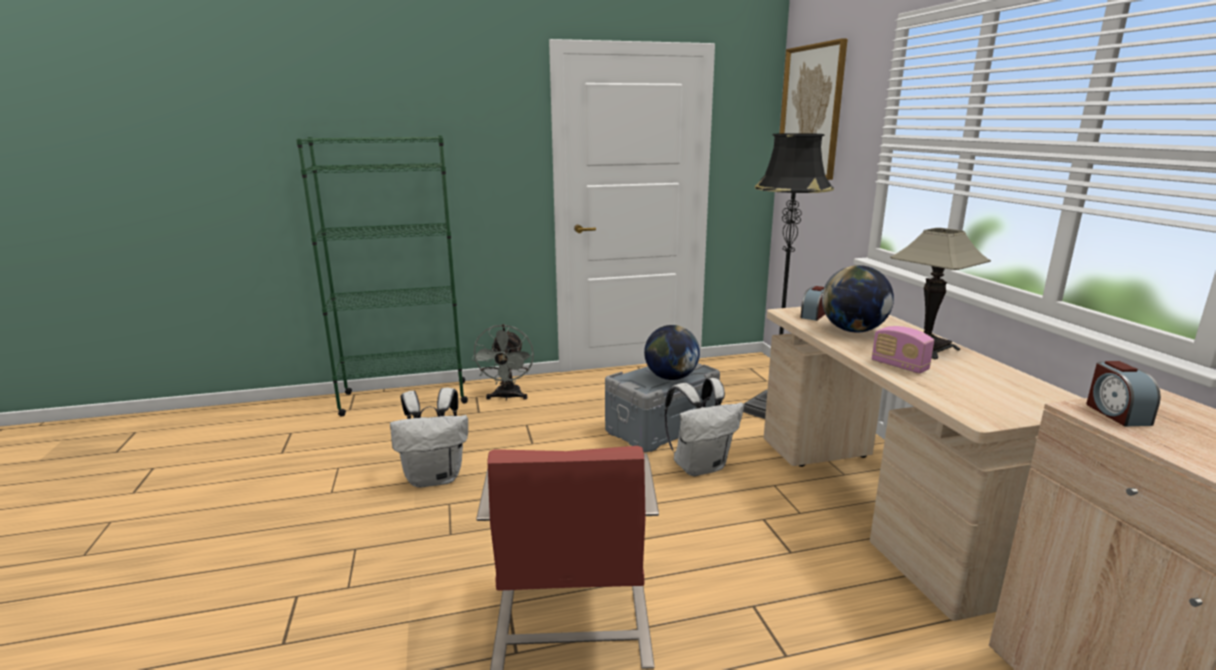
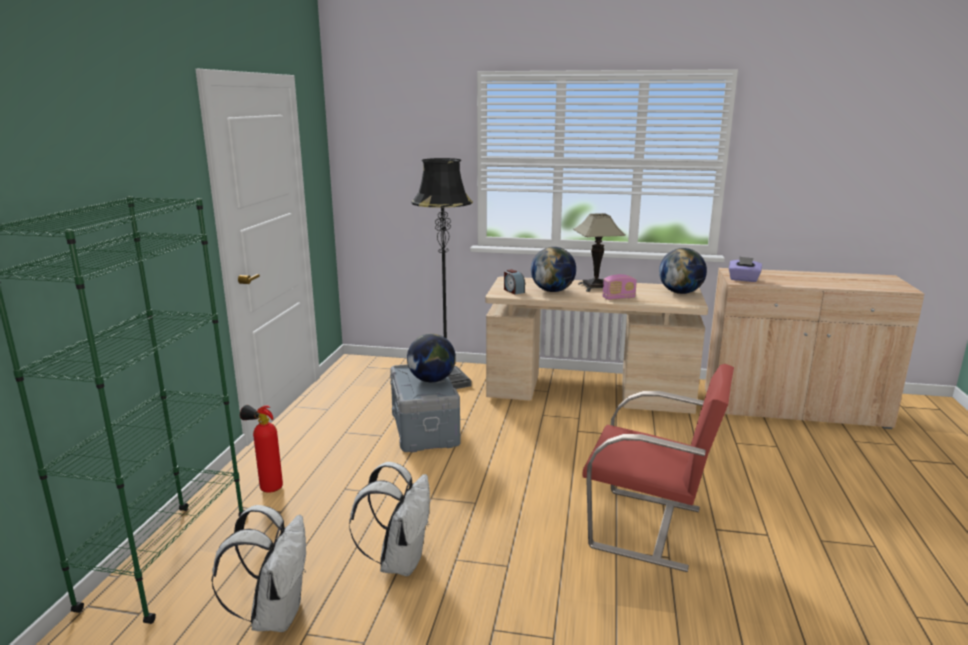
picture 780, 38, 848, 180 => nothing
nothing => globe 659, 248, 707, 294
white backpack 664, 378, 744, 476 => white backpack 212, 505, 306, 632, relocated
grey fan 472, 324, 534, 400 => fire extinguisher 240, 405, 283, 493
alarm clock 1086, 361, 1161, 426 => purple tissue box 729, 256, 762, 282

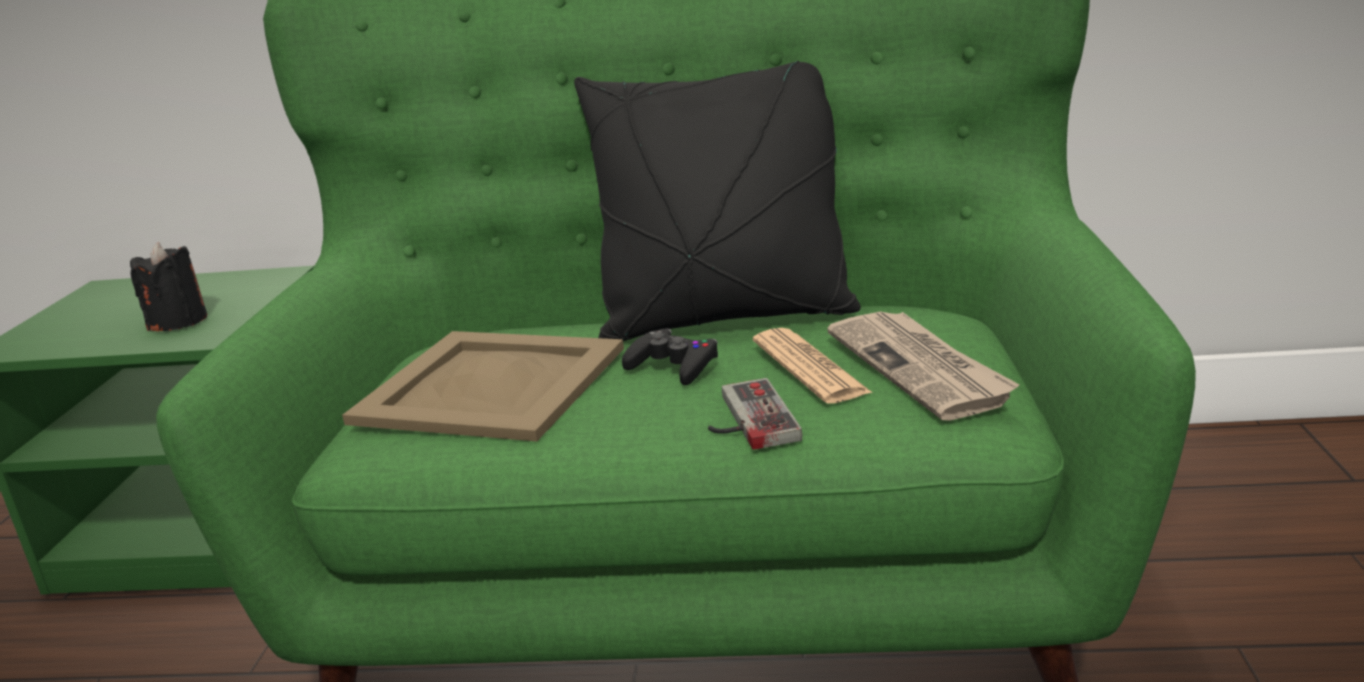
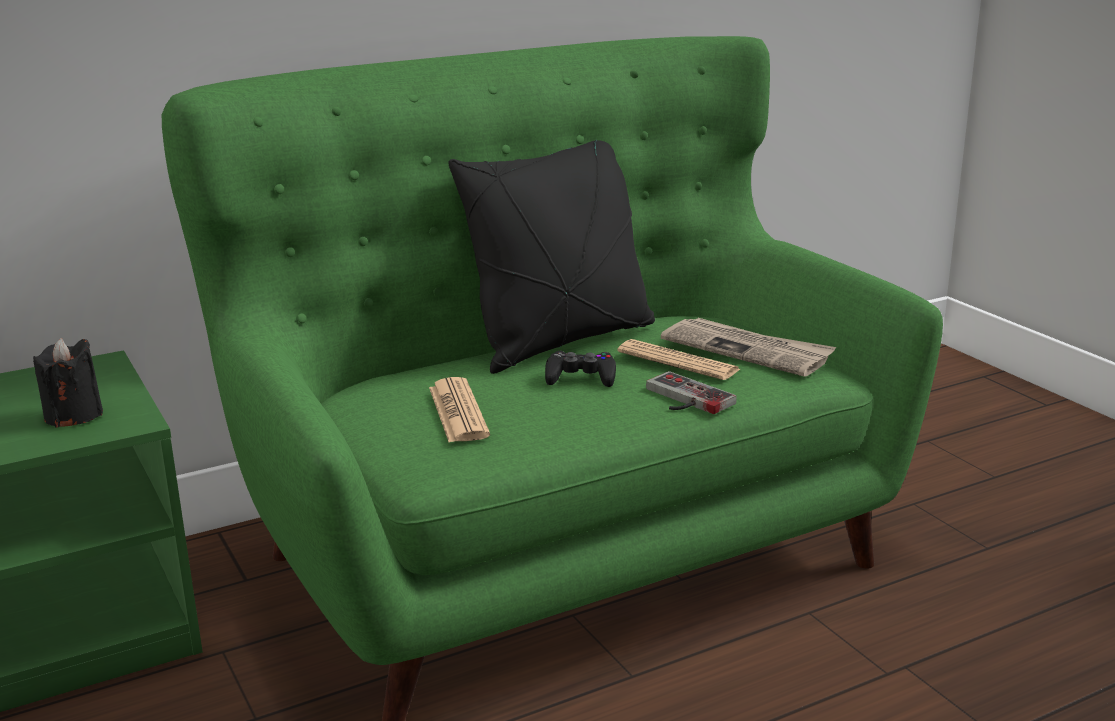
beige tray 342, 331, 624, 442 => newspaper 429, 377, 490, 443

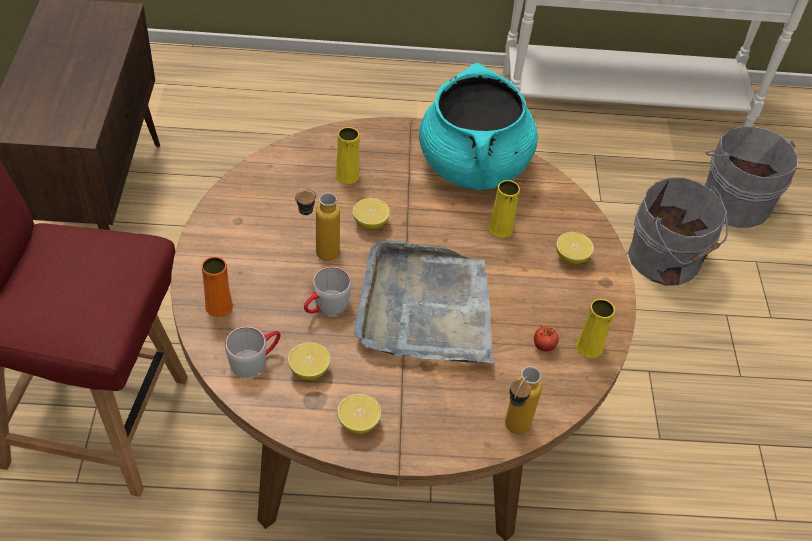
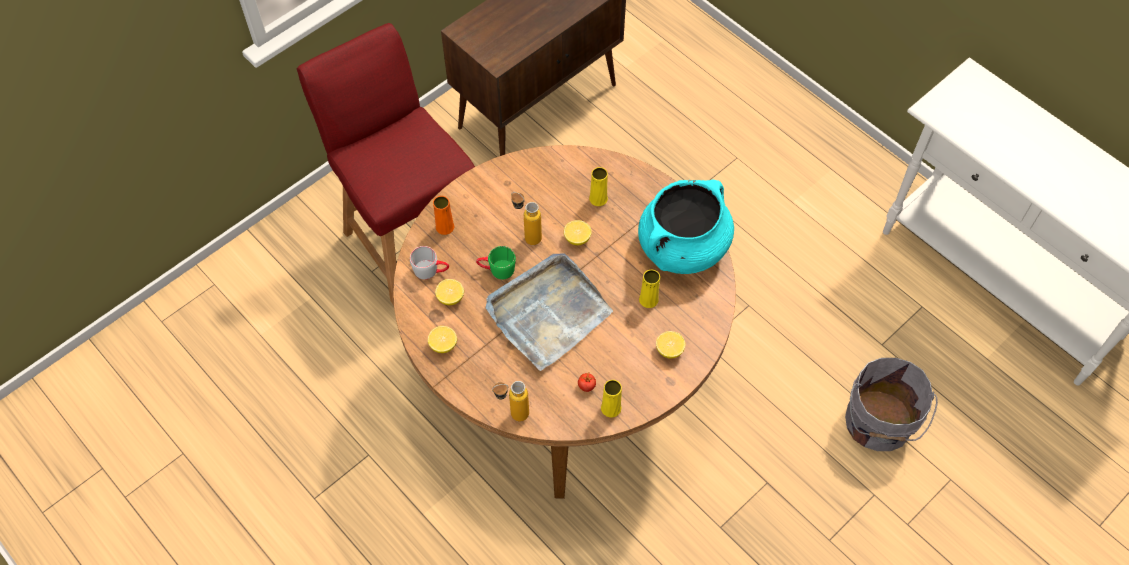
grey bucket 705, 127, 798, 228 => nothing
grey mug 304, 267, 351, 315 => green mug 476, 246, 516, 279

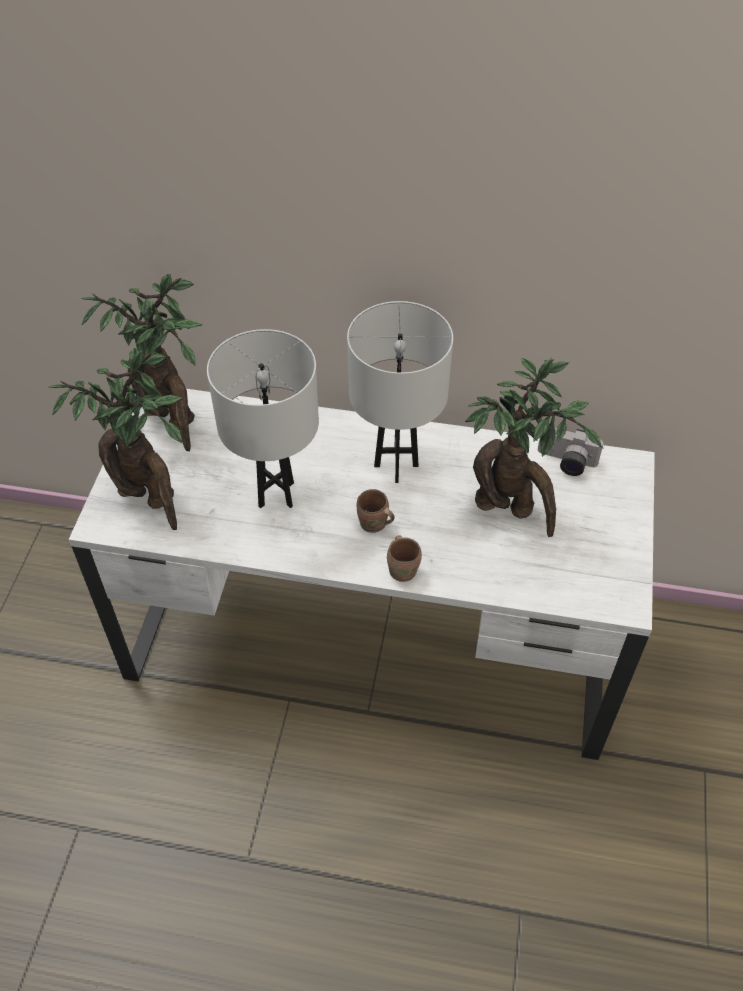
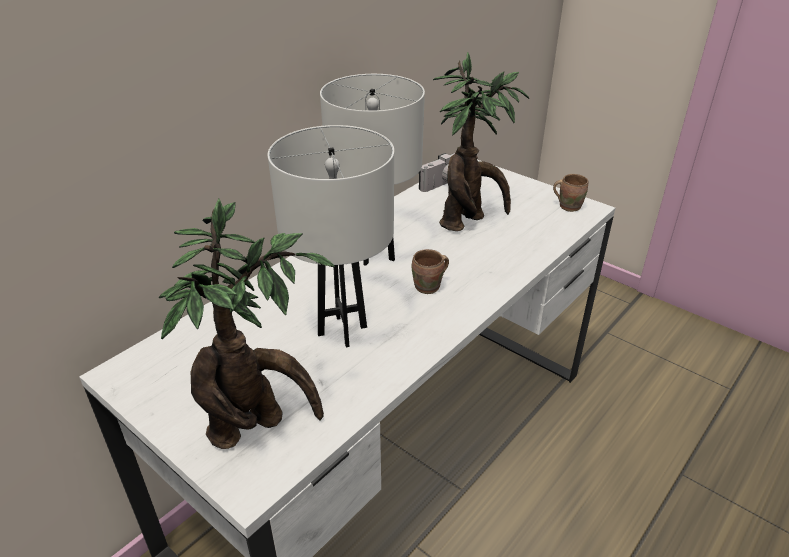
potted plant 82, 274, 202, 451 => nothing
brown mug 387, 535, 422, 582 => brown mug 553, 174, 588, 212, relocated

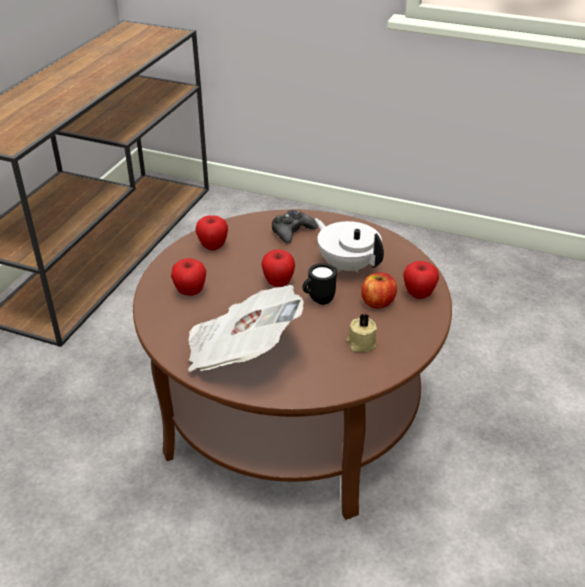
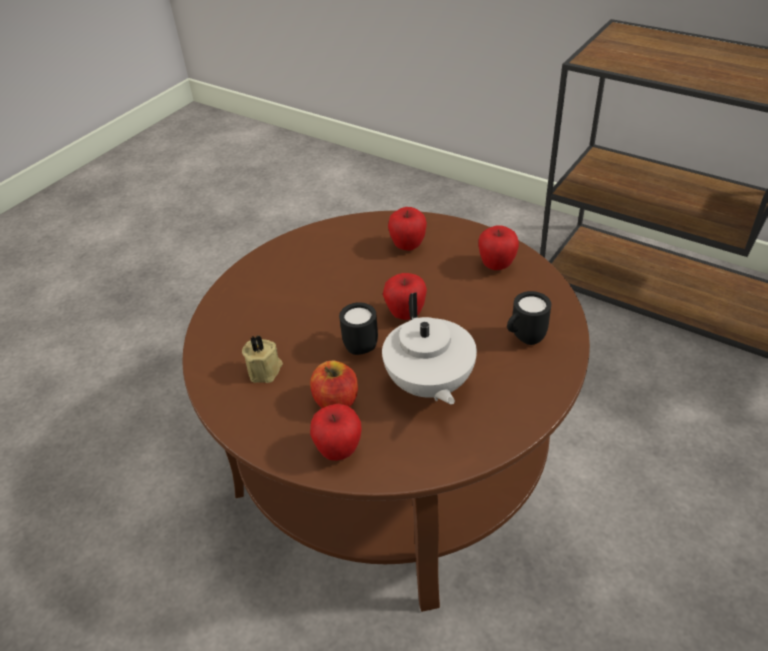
newspaper 188, 285, 304, 372 => nothing
black game controller 272, 209, 318, 244 => black mug 507, 291, 551, 345
white teapot 315, 218, 384, 273 => white teapot 382, 293, 477, 404, 105 degrees clockwise

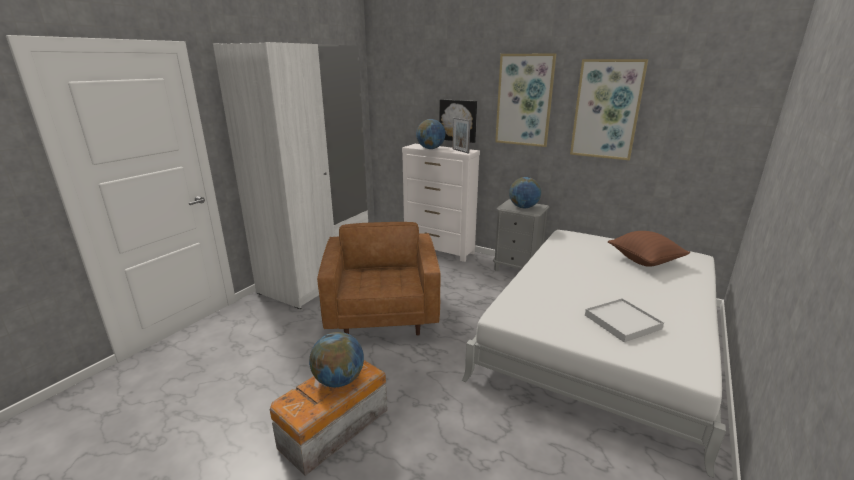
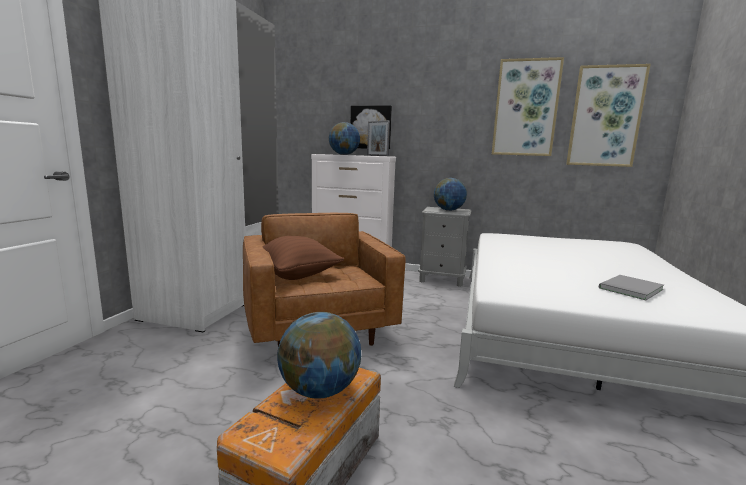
picture 495, 53, 556, 147 => picture 566, 64, 651, 167, relocated
brown pillow 608, 231, 690, 267 => brown pillow 263, 236, 344, 280, relocated
white tray 585, 298, 664, 342 => grey book 599, 275, 664, 300

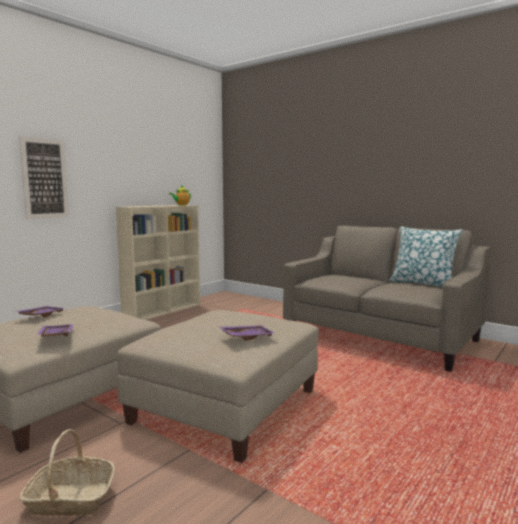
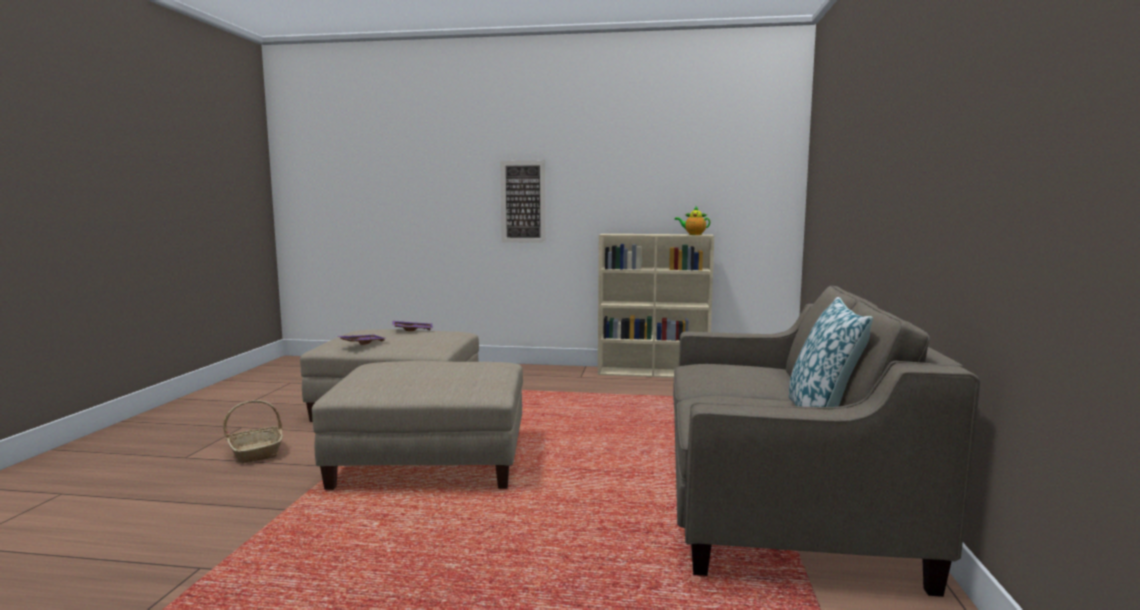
purple tray 219, 325, 276, 340 => nothing

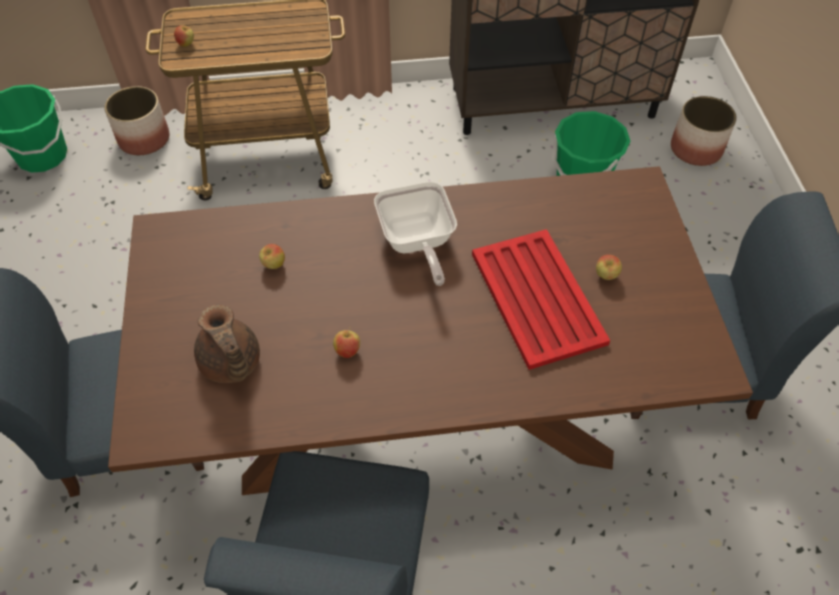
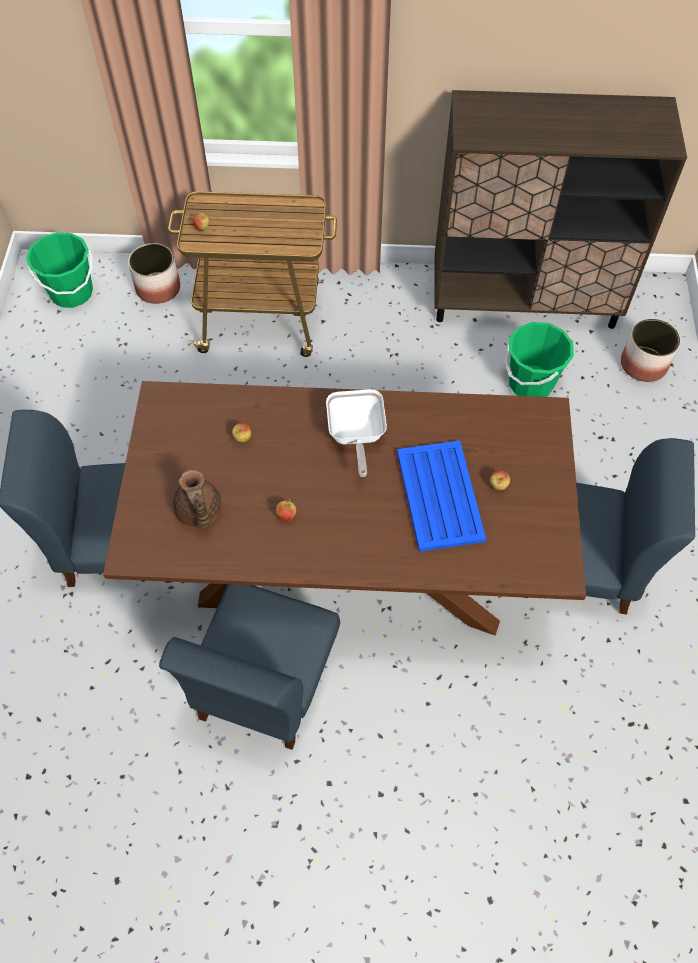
red tray 472, 229, 610, 370 => blue tray 397, 441, 486, 552

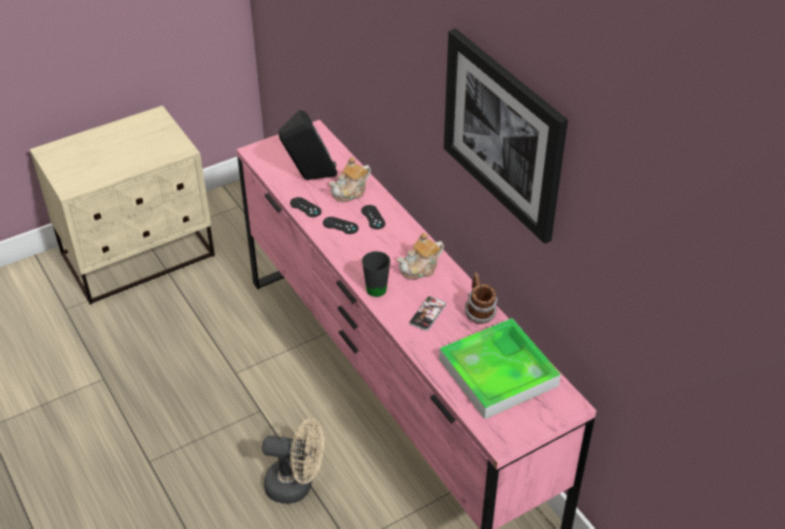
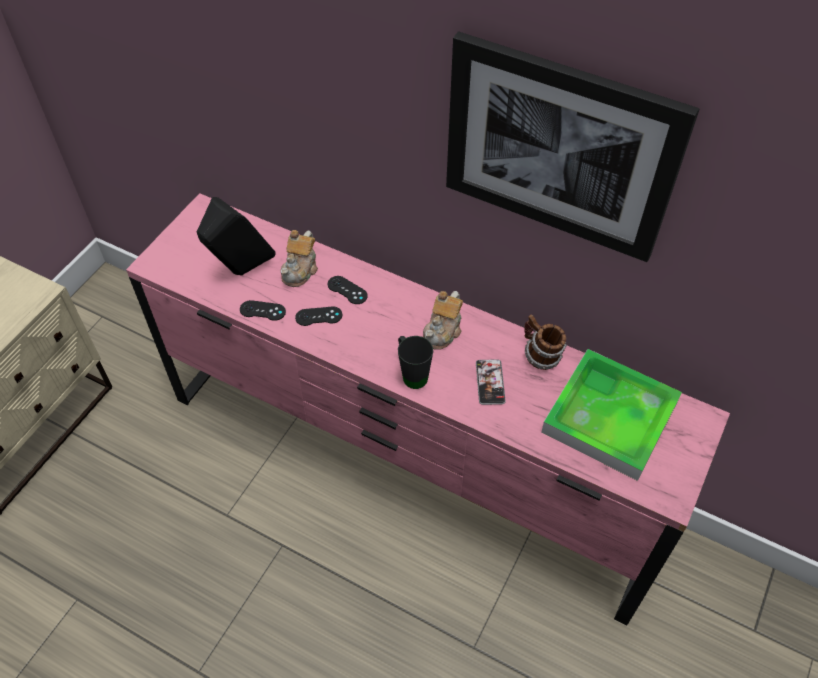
beige fan 262, 418, 324, 504 => nothing

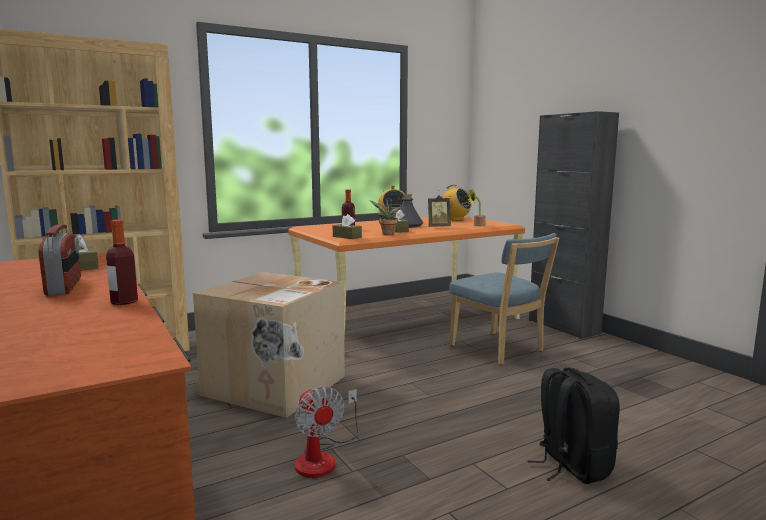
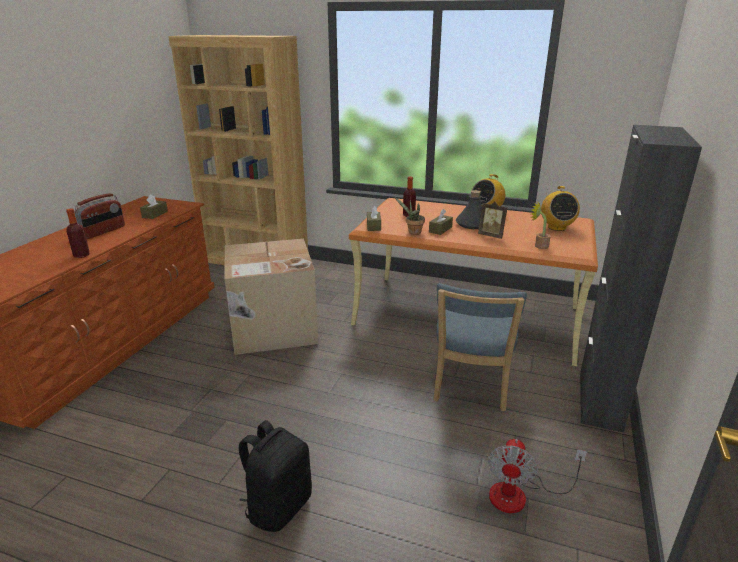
fan 295, 386, 359, 478 => fan 488, 439, 587, 513, relocated

